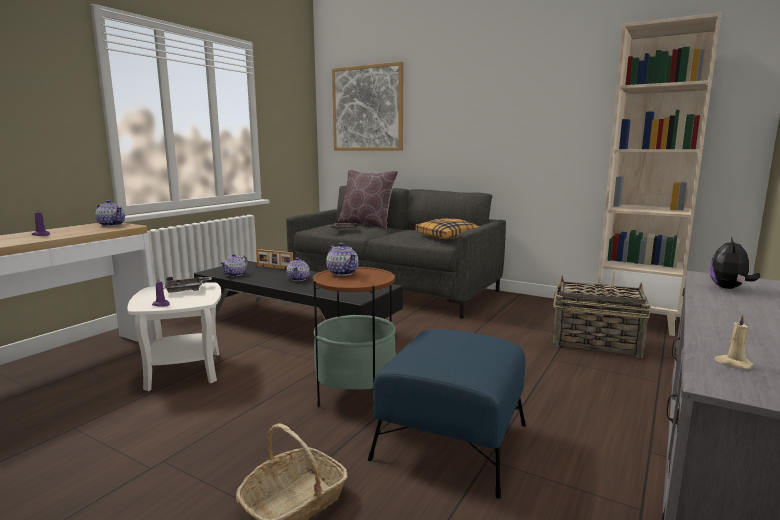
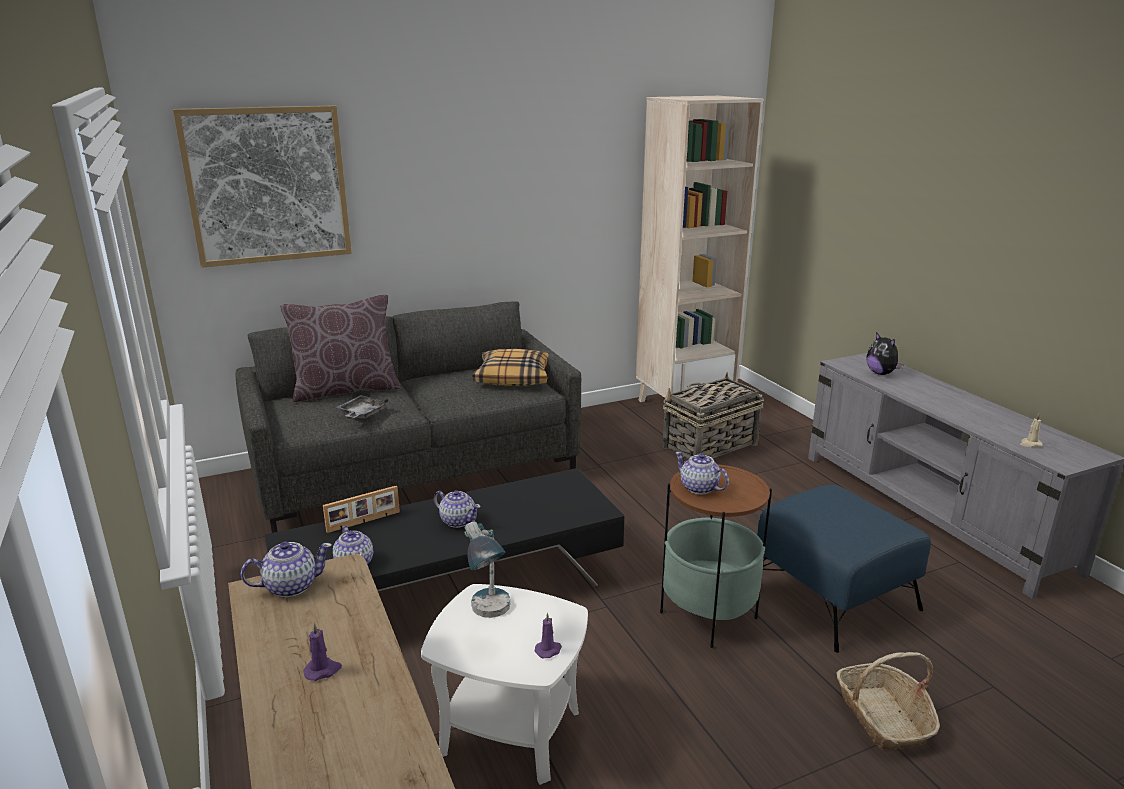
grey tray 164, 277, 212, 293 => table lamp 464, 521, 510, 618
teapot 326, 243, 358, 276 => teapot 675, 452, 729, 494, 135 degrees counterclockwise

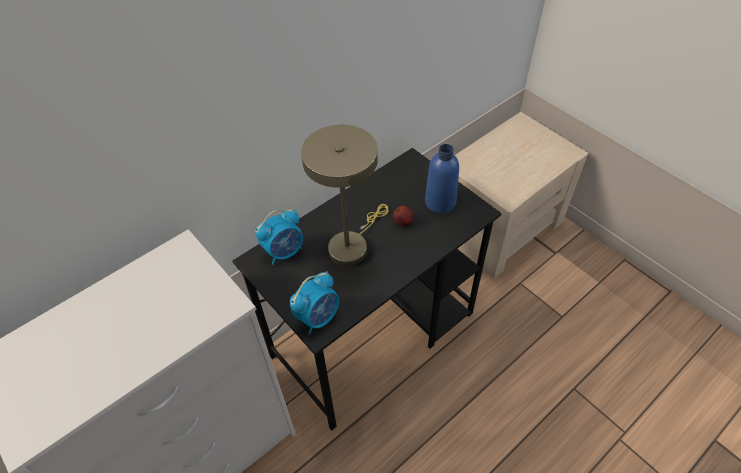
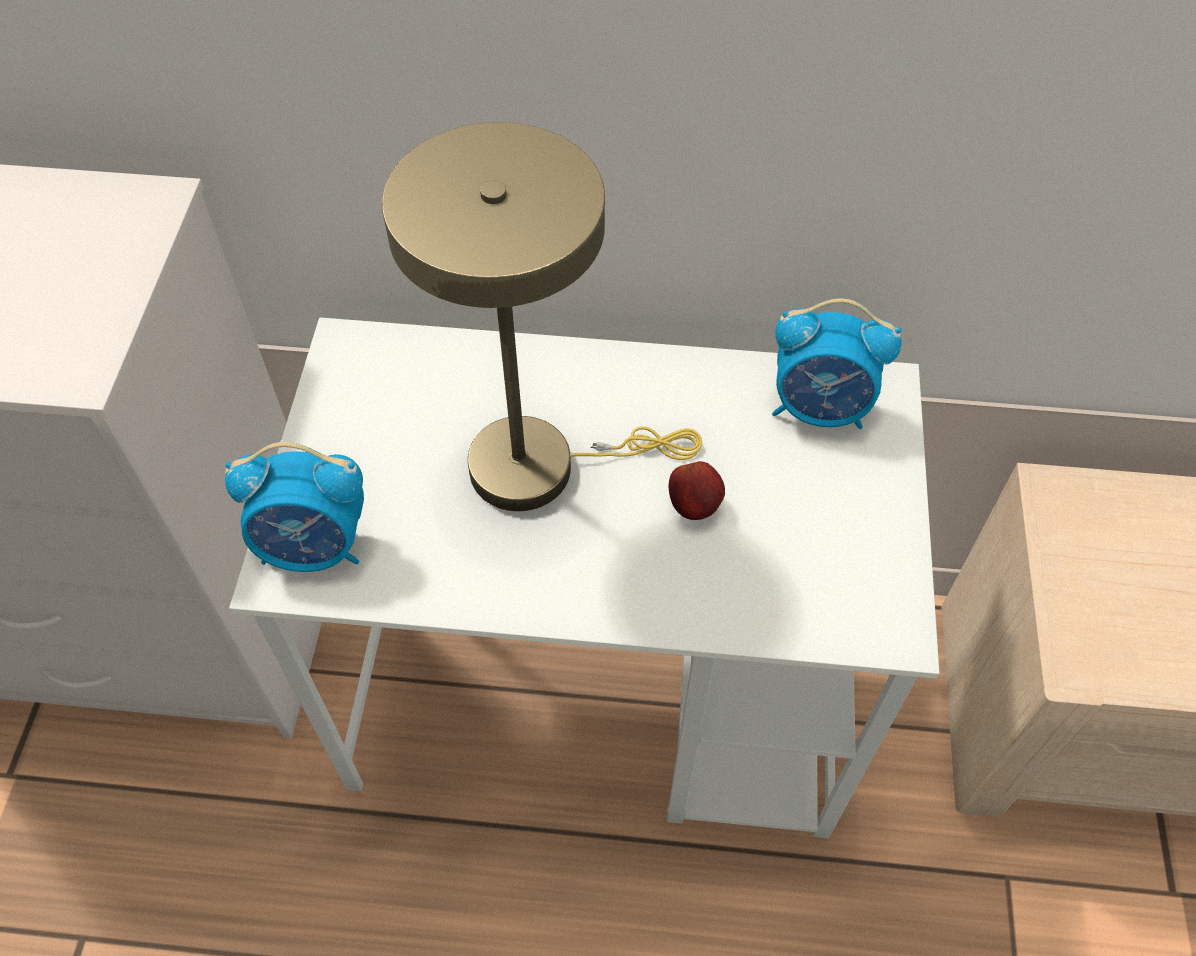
blue bottle 425, 144, 459, 213 => nothing
alarm clock 255, 209, 303, 265 => alarm clock 772, 298, 902, 429, relocated
black desk 233, 148, 501, 431 => white desk 229, 317, 939, 838

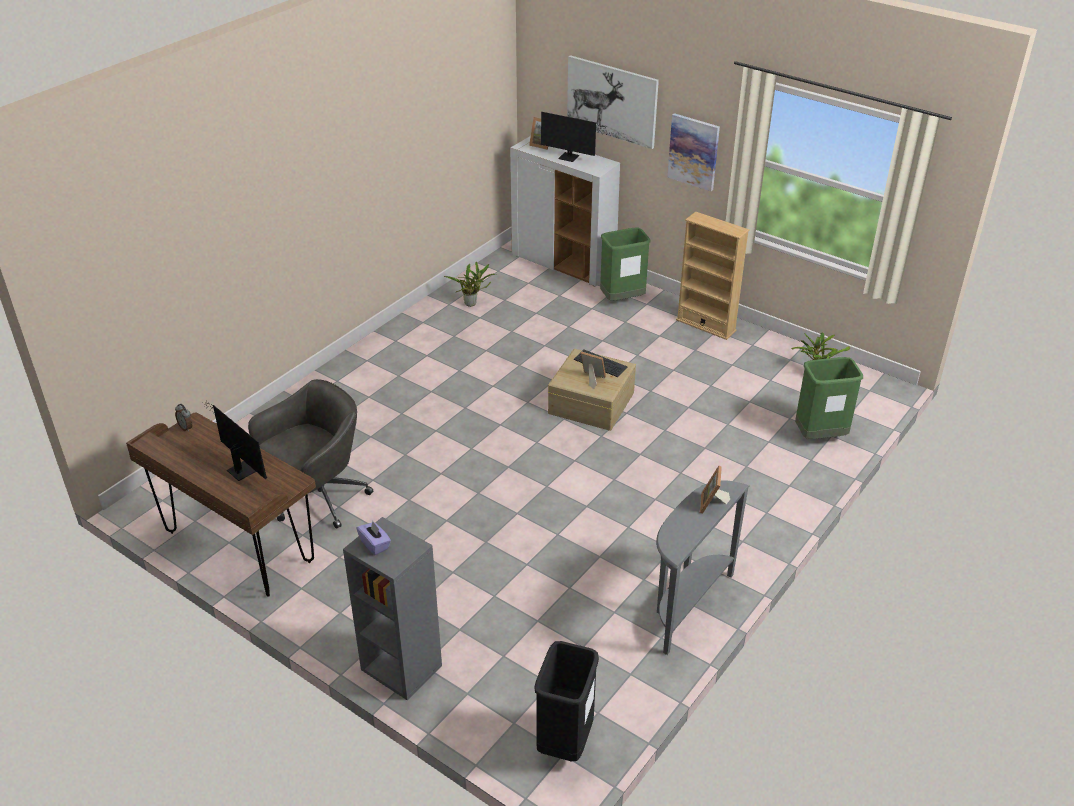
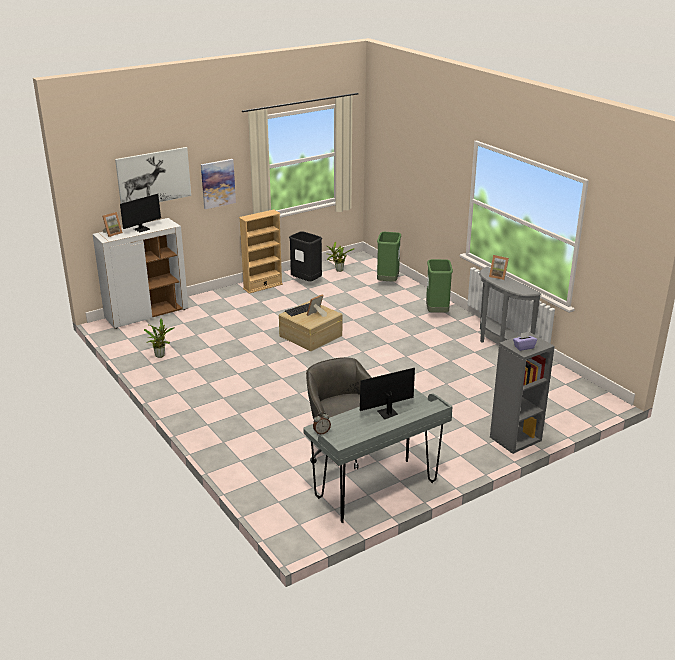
black trash can 534, 641, 599, 761 => black trash can 289, 231, 322, 281, relocated
green trash can 600, 228, 651, 301 => green trash can 426, 259, 453, 313, relocated
brown desk 126, 412, 316, 597 => grey desk 304, 388, 453, 523

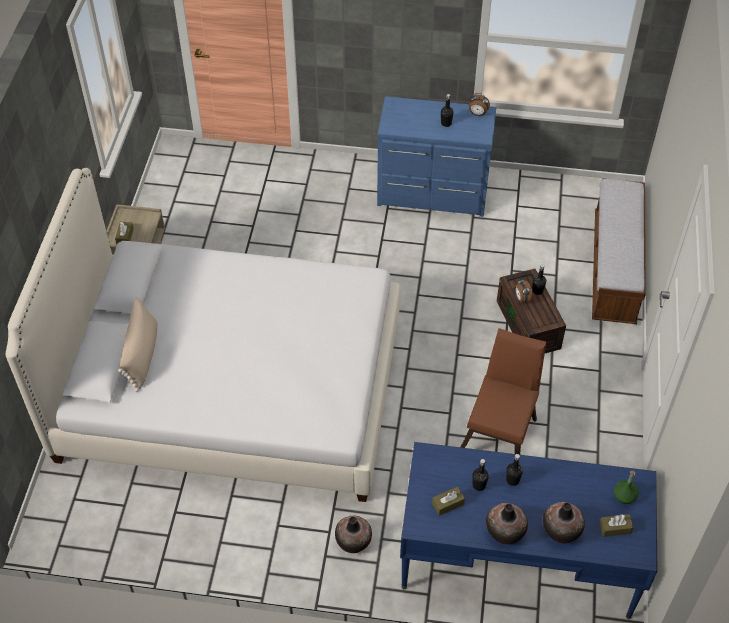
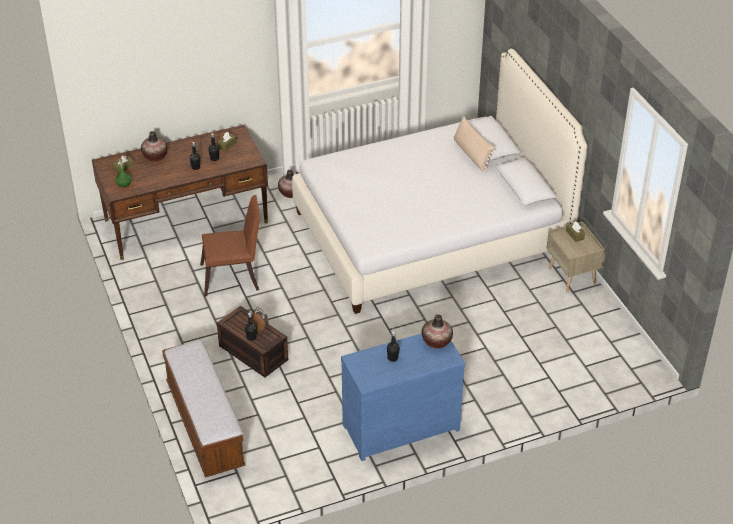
alarm clock 469, 93, 490, 116 => nothing
vase 486, 503, 528, 544 => vase 422, 315, 453, 348, relocated
blue desk 400, 442, 657, 619 => brown desk 92, 125, 268, 260
brown chair 461, 328, 546, 455 => brown chair 200, 195, 261, 297, 90 degrees counterclockwise

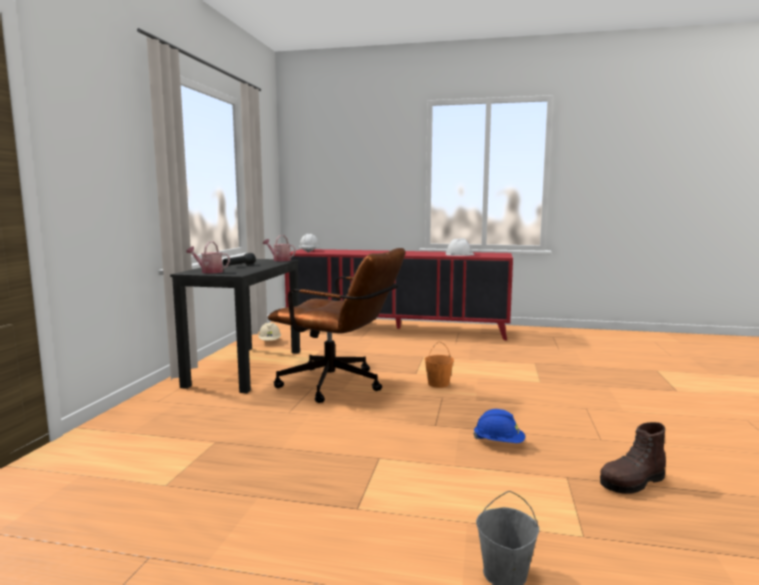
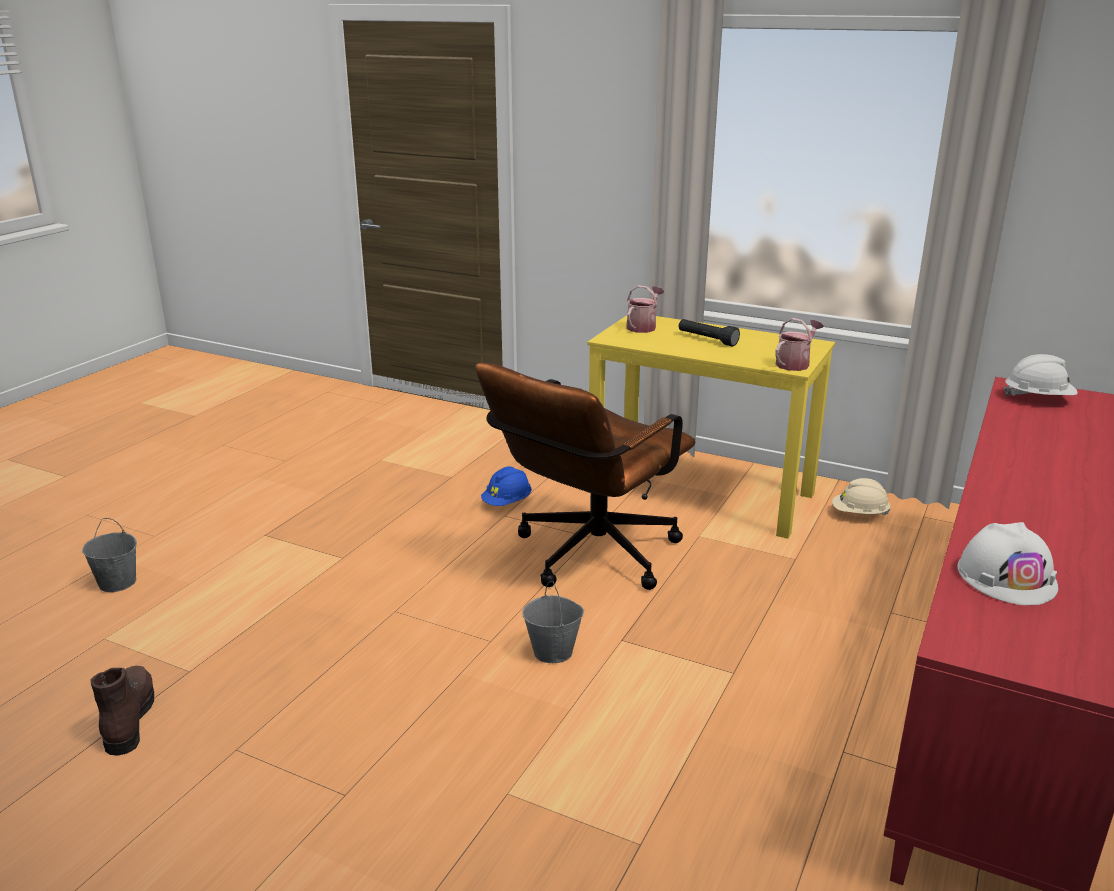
blue hard hat 473, 409, 525, 443 => blue hard hat 481, 466, 532, 506, relocated
black desk 170, 259, 300, 393 => yellow desk 587, 315, 835, 539
orange bucket 424, 341, 454, 388 => grey bucket 522, 581, 584, 663

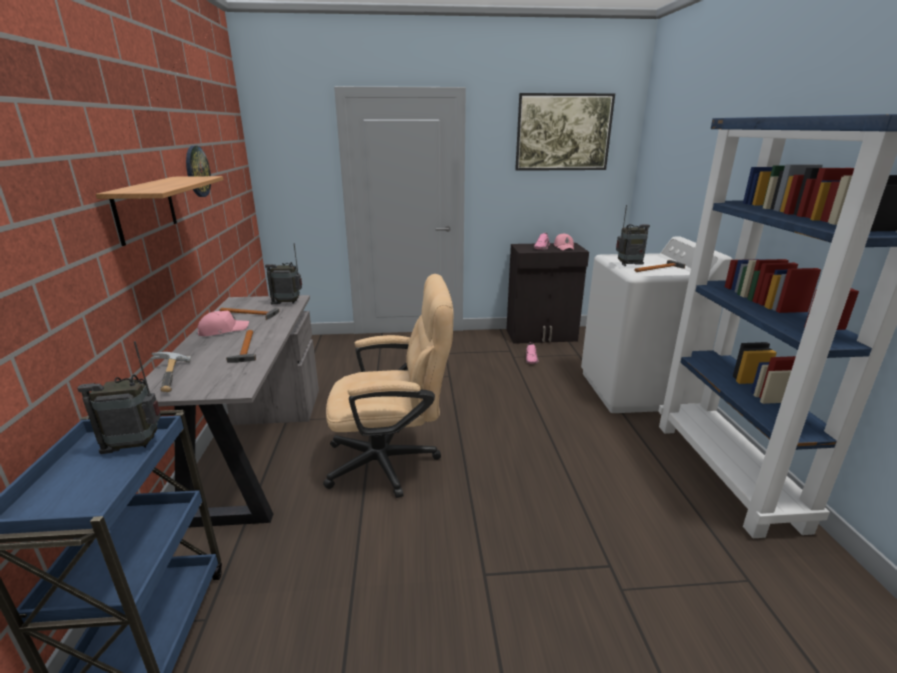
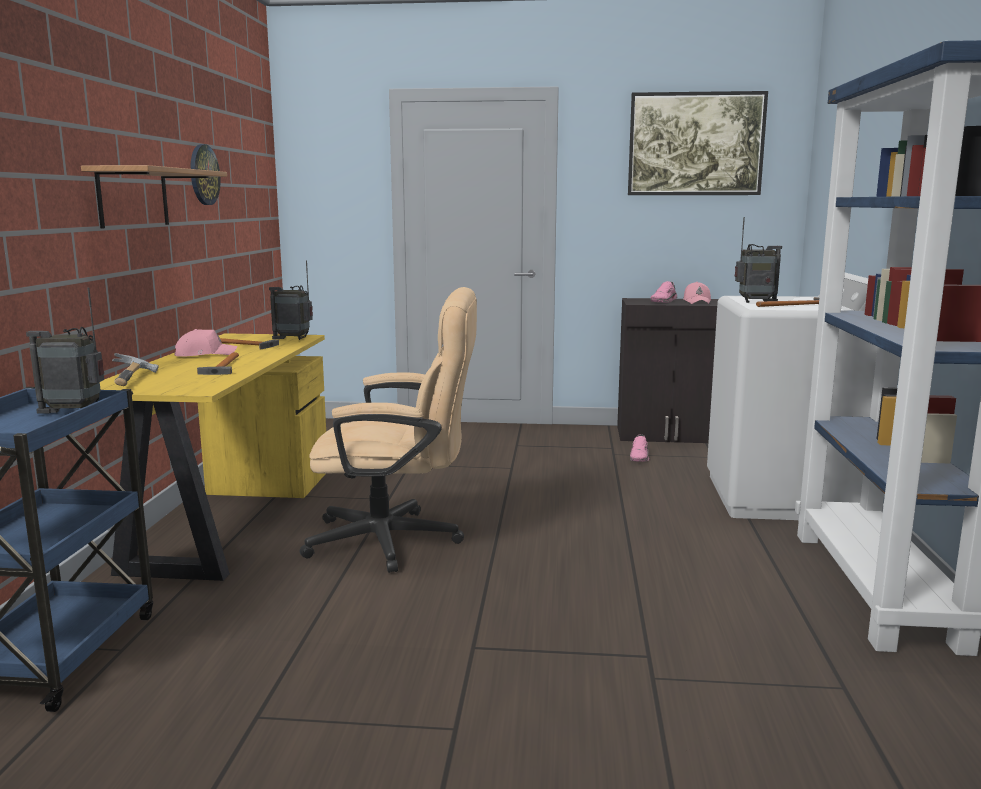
grey desk 142, 295, 319, 528 => yellow desk 100, 333, 326, 581

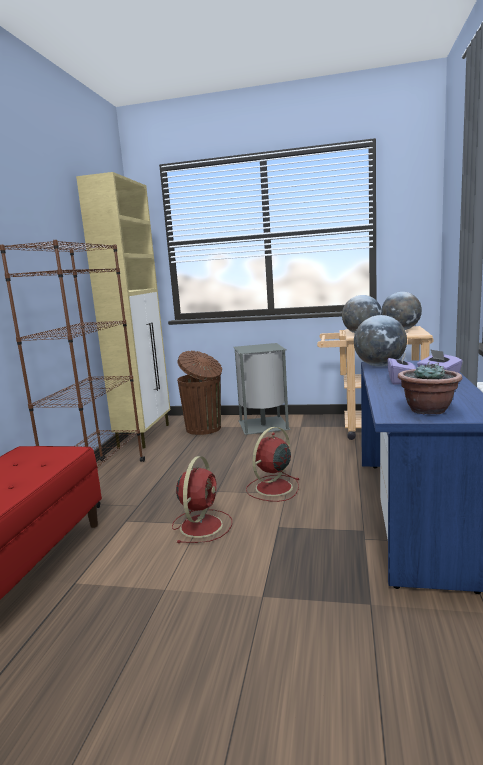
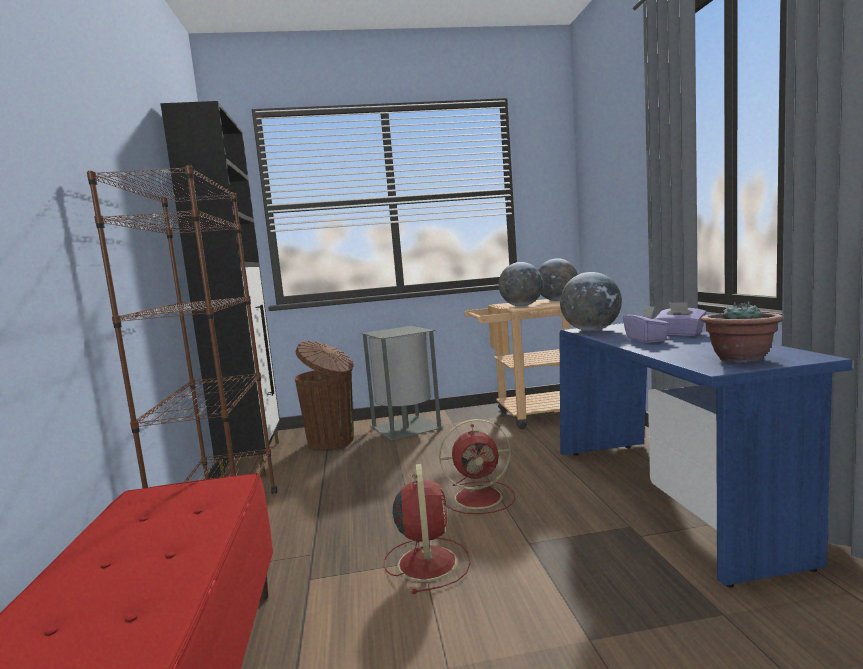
beige cabinet 76, 172, 170, 448 => black cabinet 160, 101, 280, 477
red fan 246, 427, 299, 502 => red fan 439, 419, 515, 514, 120 degrees counterclockwise

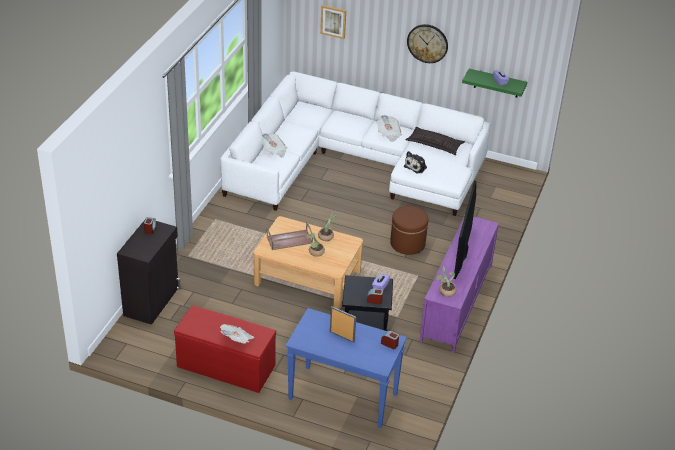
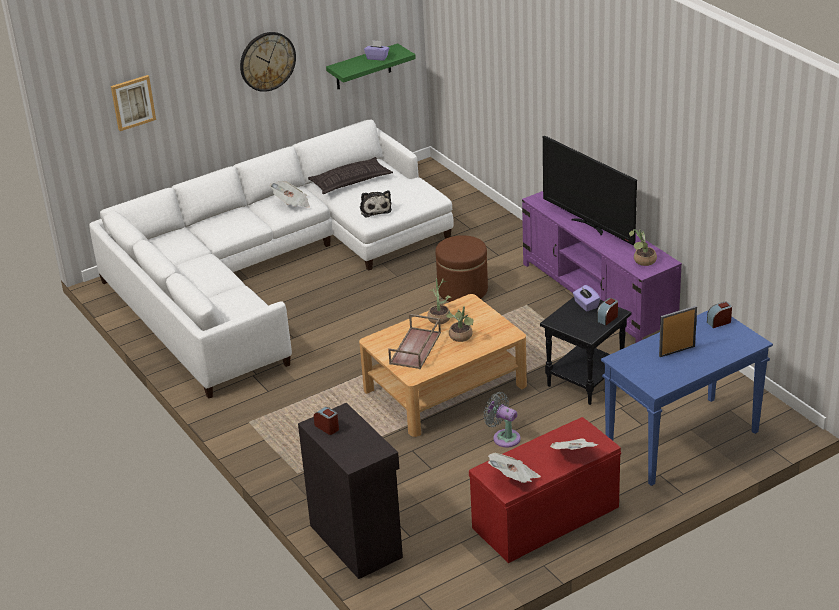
nothing => grey fan 483, 392, 521, 448
newspaper 261, 133, 287, 157 => newspaper 488, 453, 541, 483, relocated

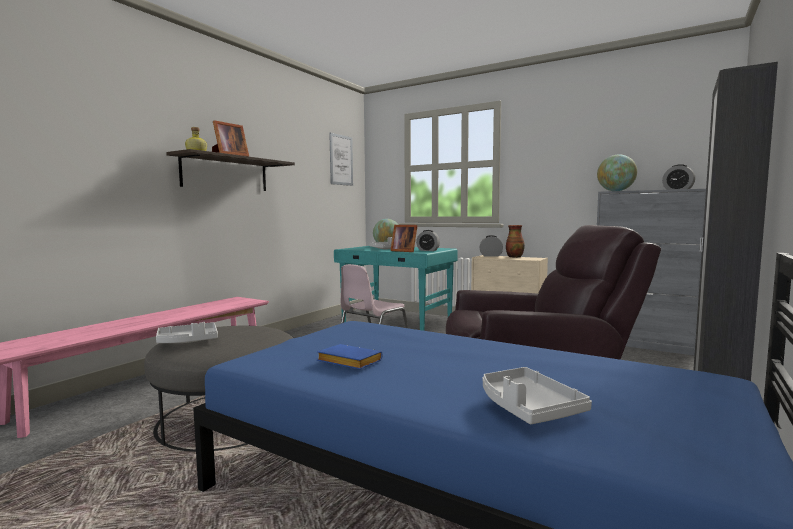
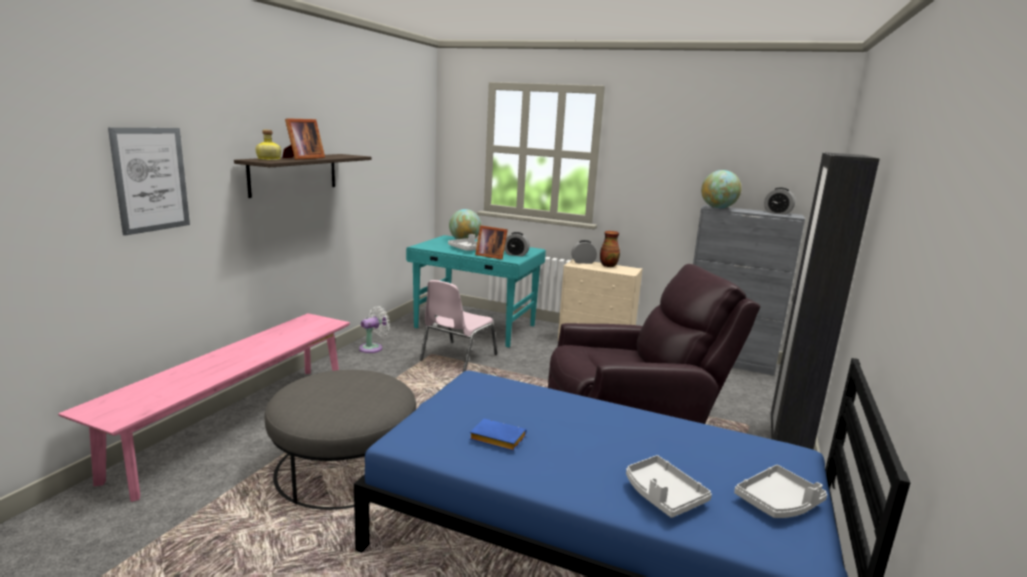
nothing => white fan 359, 306, 390, 353
grey tray 156, 322, 218, 343 => grey tray 734, 465, 827, 518, relocated
picture 329, 133, 353, 186 => picture 108, 127, 190, 236, relocated

